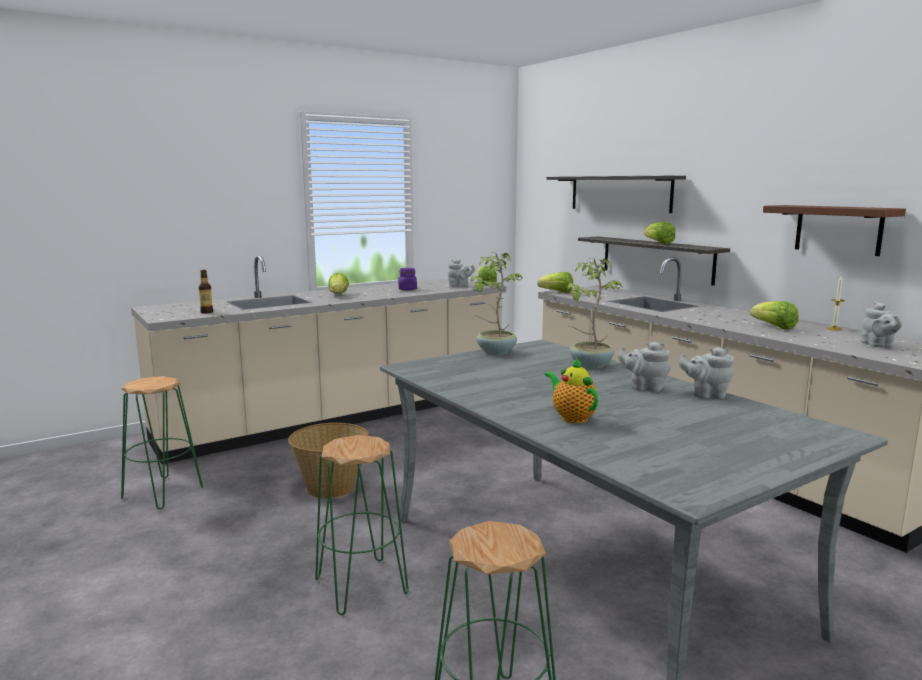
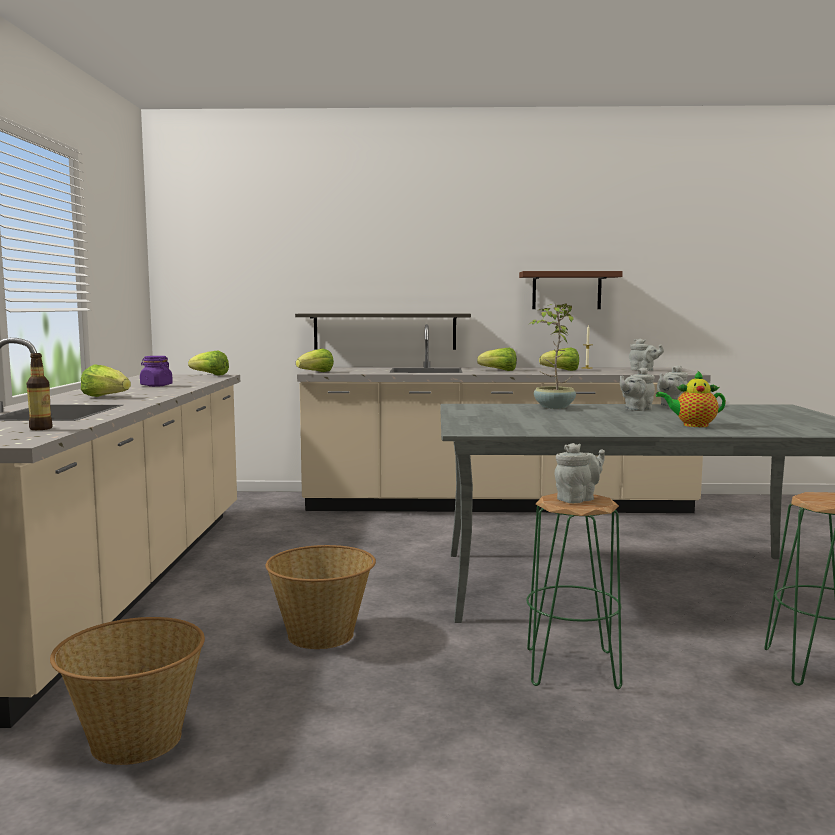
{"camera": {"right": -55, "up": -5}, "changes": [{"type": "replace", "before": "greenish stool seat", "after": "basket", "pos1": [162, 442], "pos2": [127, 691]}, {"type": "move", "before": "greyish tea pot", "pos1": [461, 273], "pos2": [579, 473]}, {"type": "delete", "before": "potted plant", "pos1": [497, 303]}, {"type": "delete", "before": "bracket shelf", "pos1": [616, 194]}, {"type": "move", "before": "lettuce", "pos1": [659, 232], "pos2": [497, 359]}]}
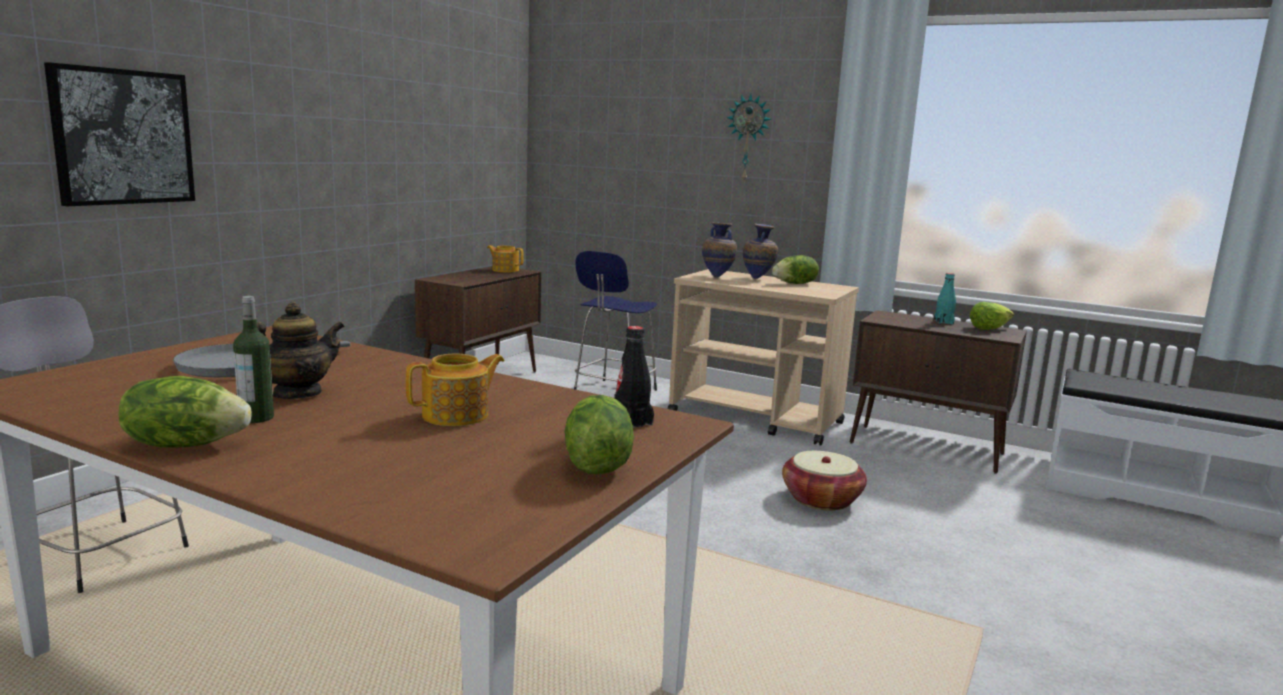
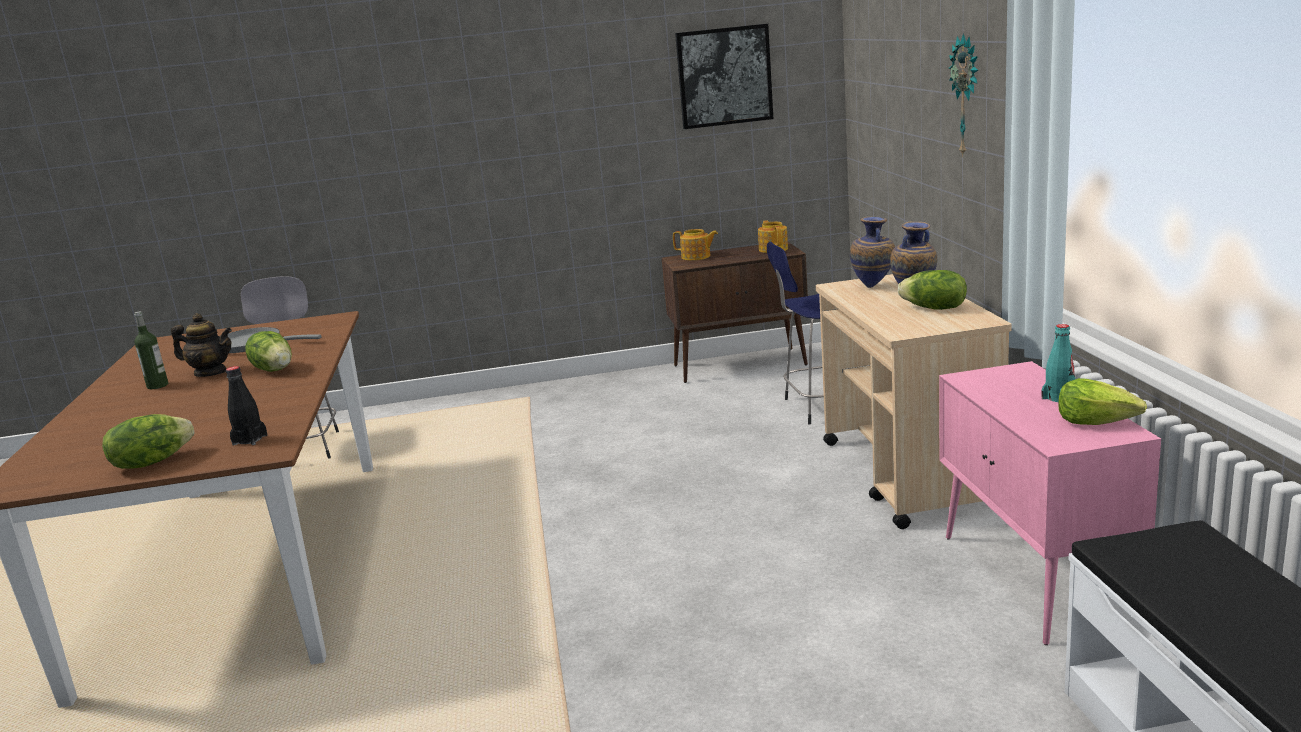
{"camera": {"right": 55, "up": 5}, "changes": [{"type": "move", "before": "picture", "pos1": [119, 134], "pos2": [724, 76]}, {"type": "move", "before": "lettuce", "pos1": [185, 412], "pos2": [269, 351]}, {"type": "move", "before": "tea pot", "pos1": [455, 389], "pos2": [695, 244]}, {"type": "delete", "before": "basket", "pos1": [824, 481]}, {"type": "recolor", "before": "brown cupboard", "after": "pinkish cupboard", "pos1": [938, 392], "pos2": [1050, 503]}]}
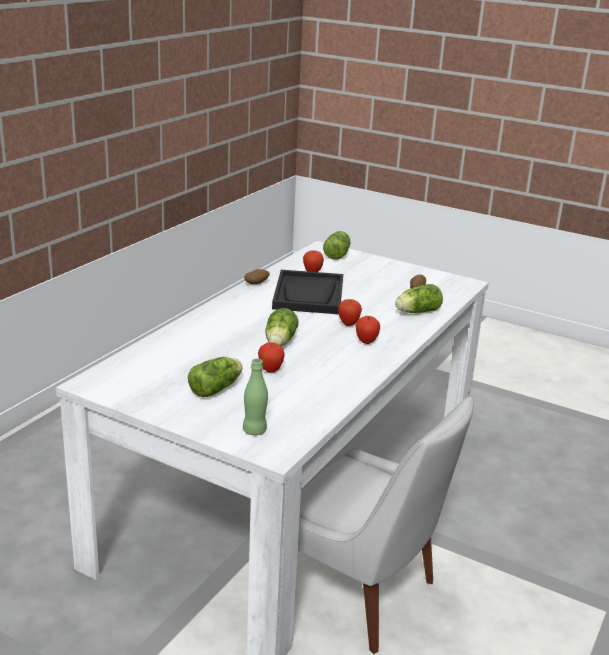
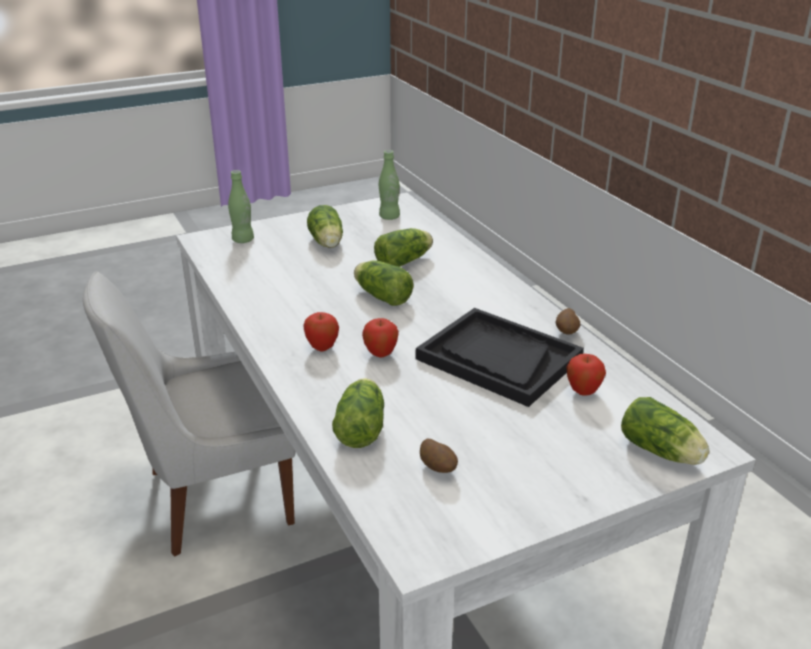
{"camera": {"right": 125, "up": 5}, "changes": [{"type": "delete", "before": "whole apple", "pos1": [271, 357]}, {"type": "insert", "after": "lettuce", "pos2": [403, 247]}, {"type": "insert", "after": "greenish beverage bottle", "pos2": [389, 185]}]}
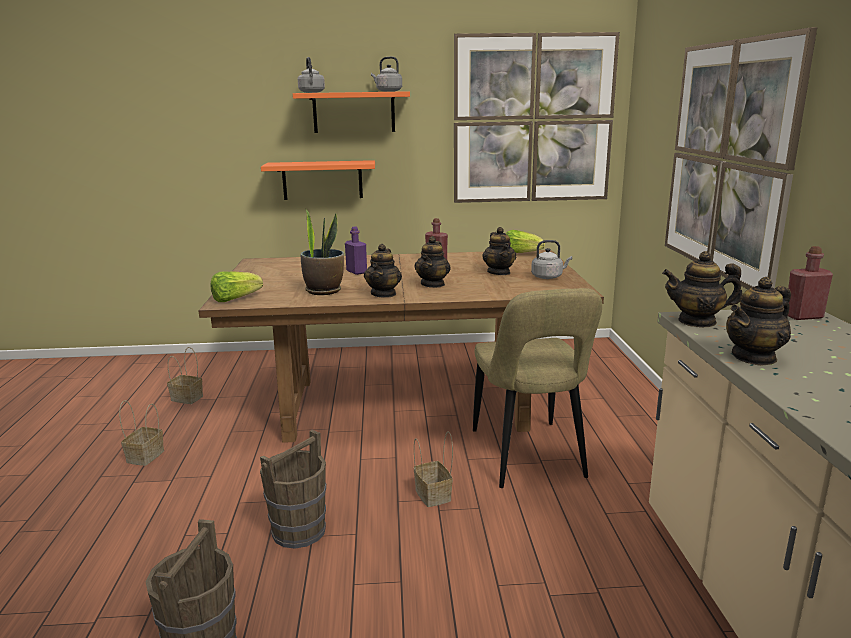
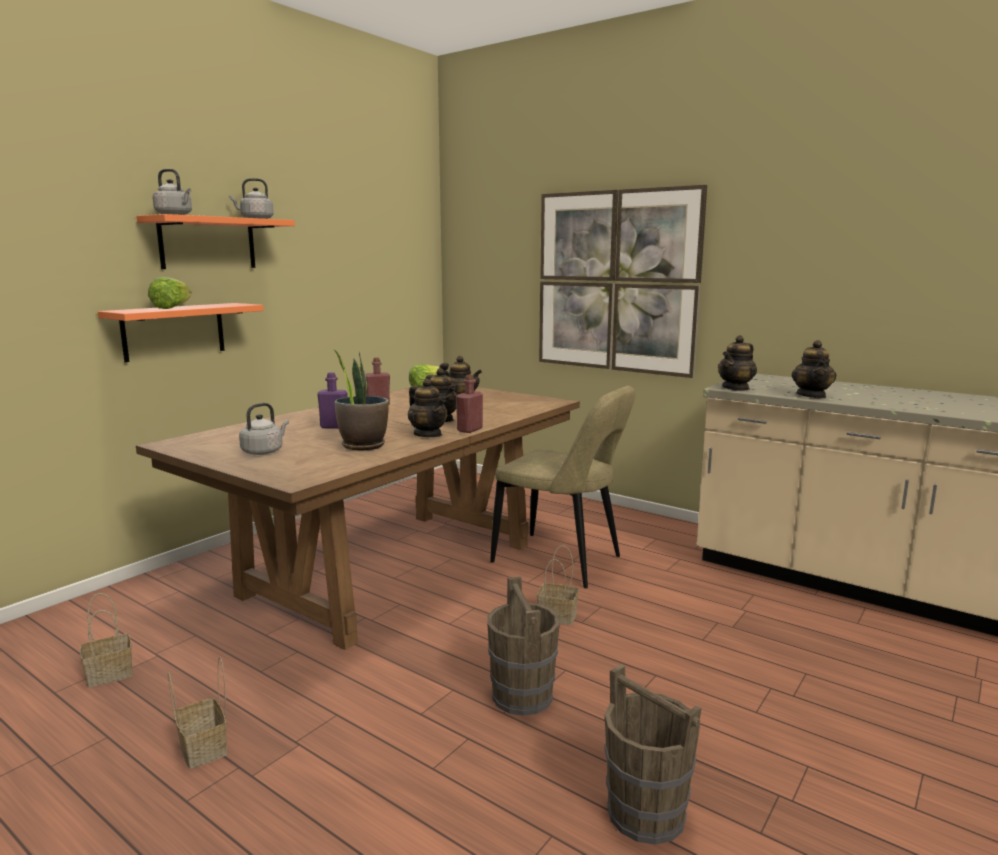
{"camera": {"right": -50, "up": -5}, "changes": [{"type": "move", "before": "lettuce", "pos1": [237, 286], "pos2": [169, 293]}, {"type": "delete", "before": "picture", "pos1": [537, 117]}, {"type": "move", "before": "greyish kettle", "pos1": [551, 259], "pos2": [264, 429]}, {"type": "move", "before": "red-coloured beverage bottle", "pos1": [810, 283], "pos2": [469, 403]}]}
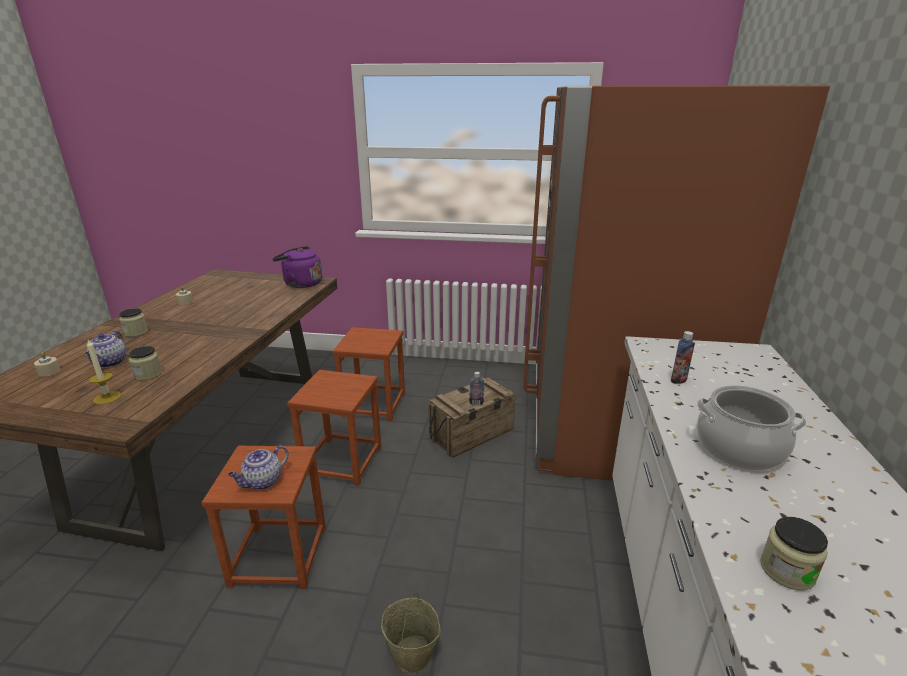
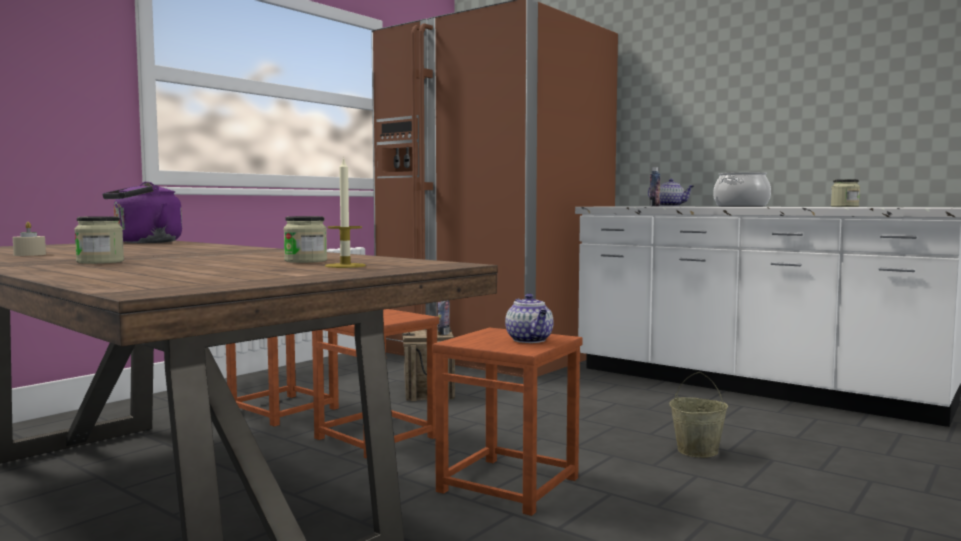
{"camera": {"right": -60, "up": -20}, "changes": [{"type": "delete", "before": "beige candle", "pos1": [47, 364]}, {"type": "move", "before": "tea pot", "pos1": [105, 349], "pos2": [671, 192]}]}
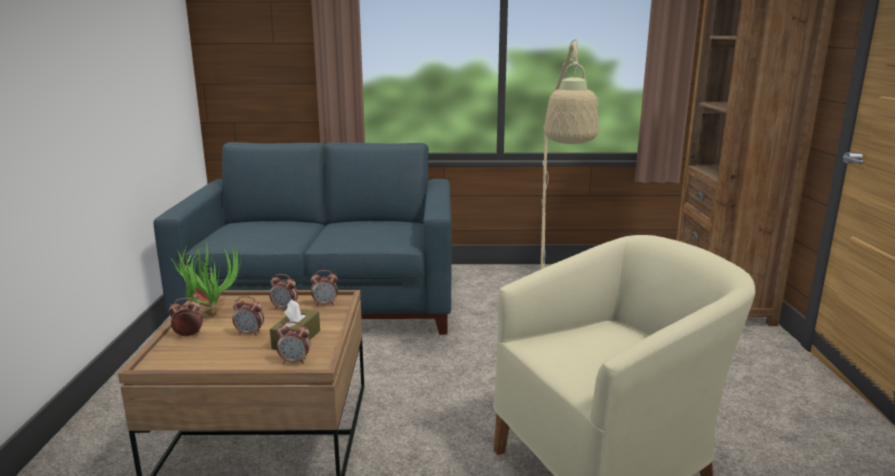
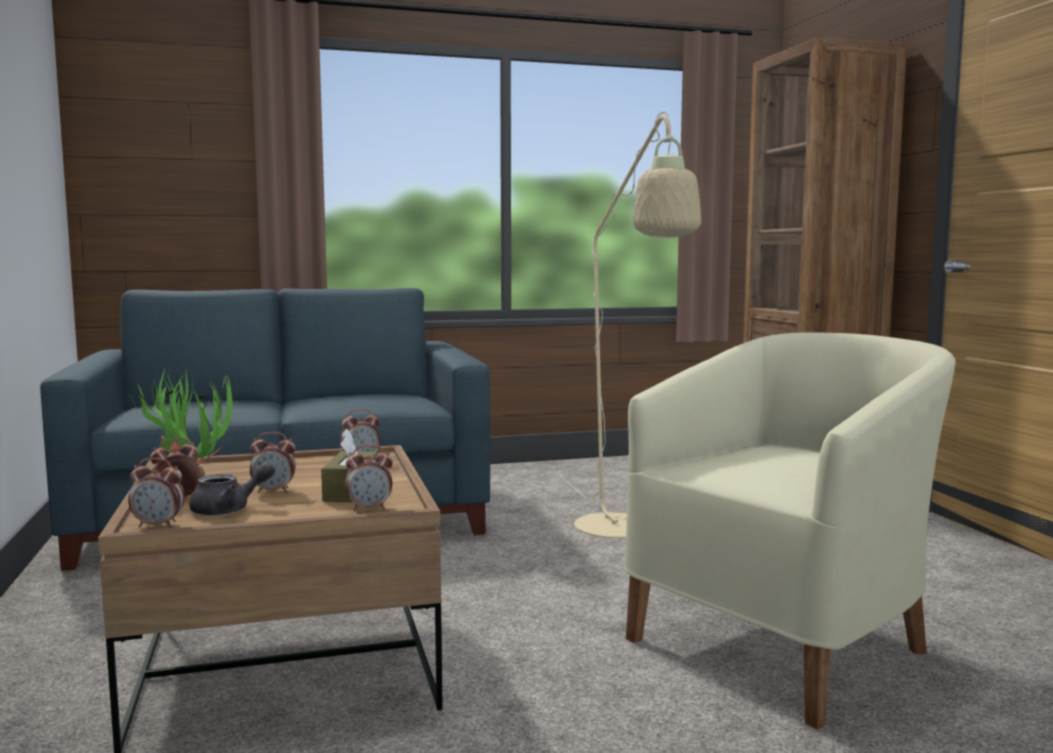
{"camera": {"right": -15, "up": -10}, "changes": [{"type": "move", "before": "table clock", "pos1": [283, 291], "pos2": [156, 493]}, {"type": "insert", "after": "greyish tea pot", "pos2": [232, 489]}]}
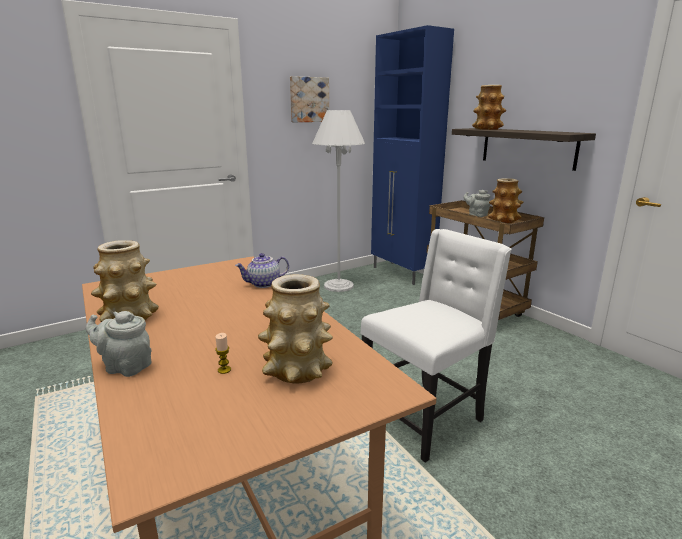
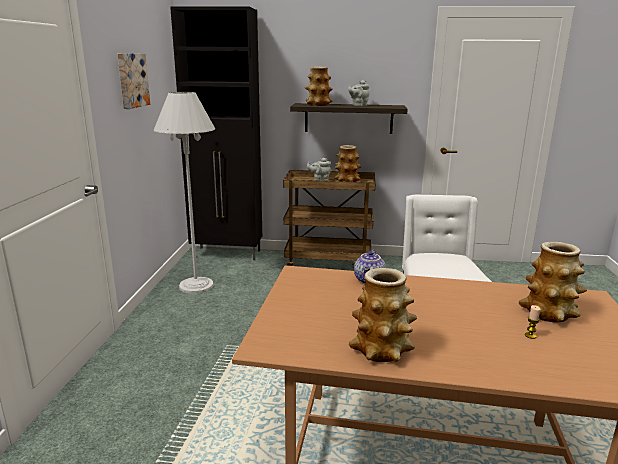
{"camera": {"right": -50, "up": 0}, "changes": [{"type": "move", "before": "greyish tea pot", "pos1": [118, 344], "pos2": [358, 93]}, {"type": "recolor", "before": "blue-coloured cupboard", "after": "black cupboard", "pos1": [412, 155], "pos2": [216, 134]}]}
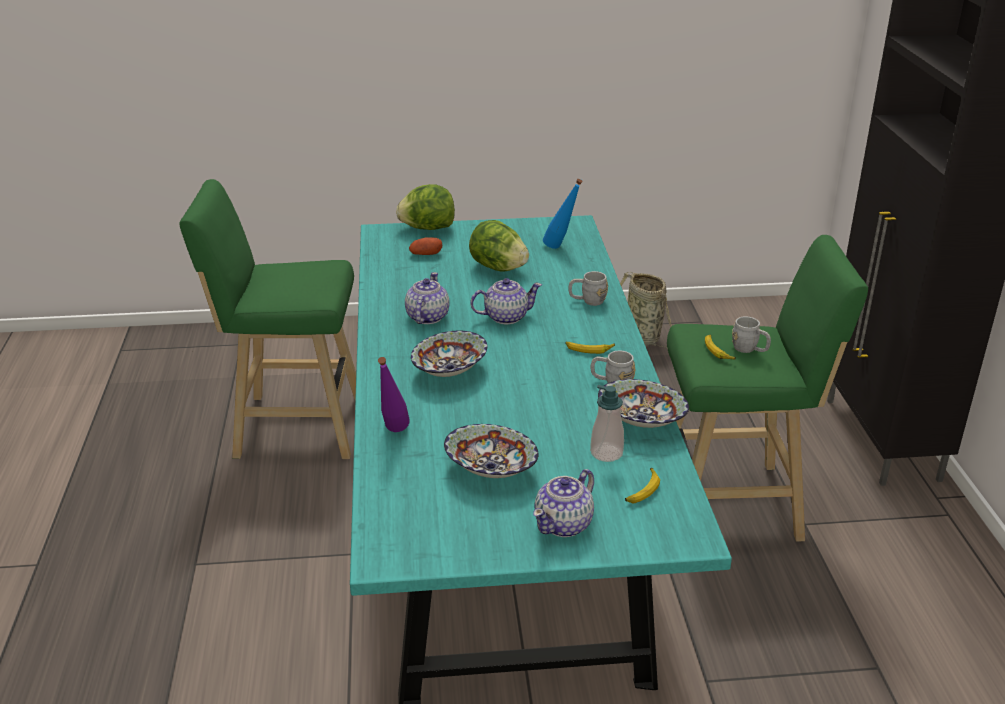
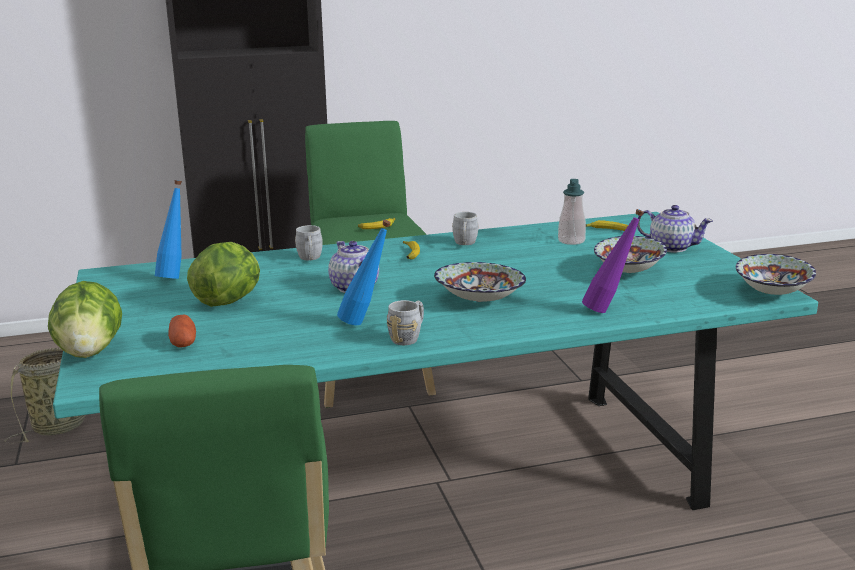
{"camera": {"right": -100, "up": -10}, "changes": [{"type": "replace", "before": "tea pot", "after": "blue-coloured beverage bottle", "pos1": [427, 298], "pos2": [364, 272]}, {"type": "move", "before": "deep dish", "pos1": [643, 403], "pos2": [776, 274]}, {"type": "move", "before": "greyish mug", "pos1": [751, 334], "pos2": [405, 322]}]}
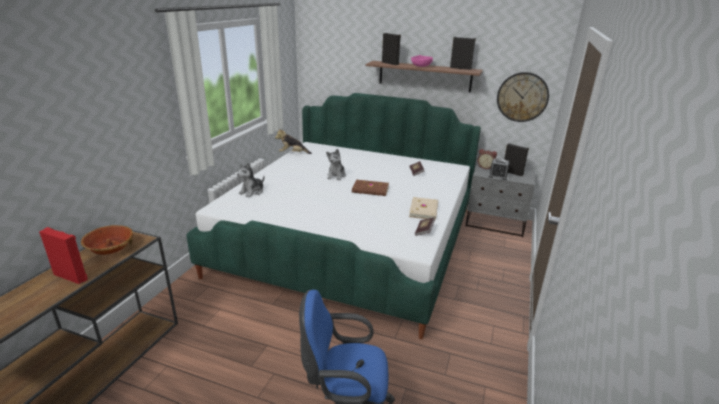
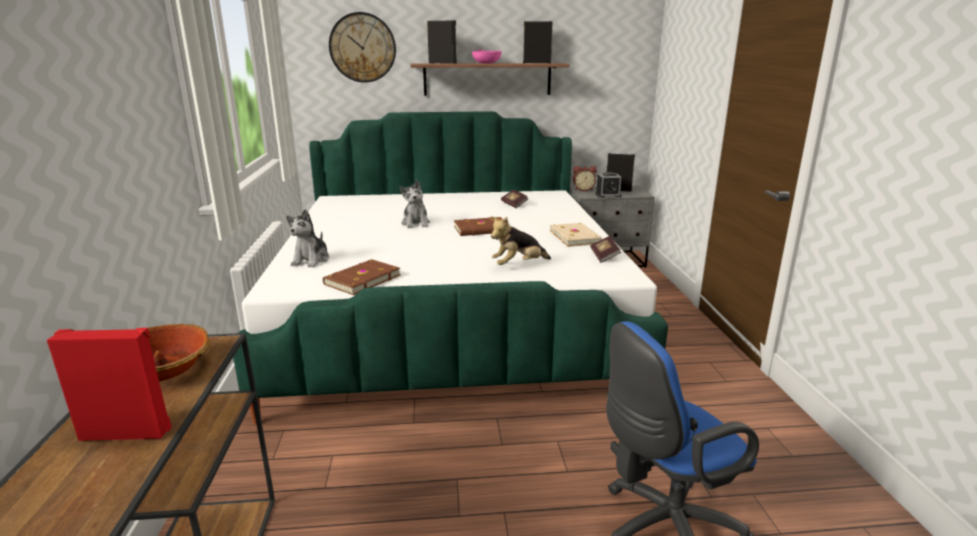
{"camera": {"right": -25, "up": -5}, "changes": [{"type": "move", "before": "plush toy", "pos1": [293, 141], "pos2": [521, 240]}, {"type": "move", "before": "wall clock", "pos1": [523, 97], "pos2": [362, 47]}, {"type": "insert", "after": "brown volume", "pos2": [362, 277]}]}
